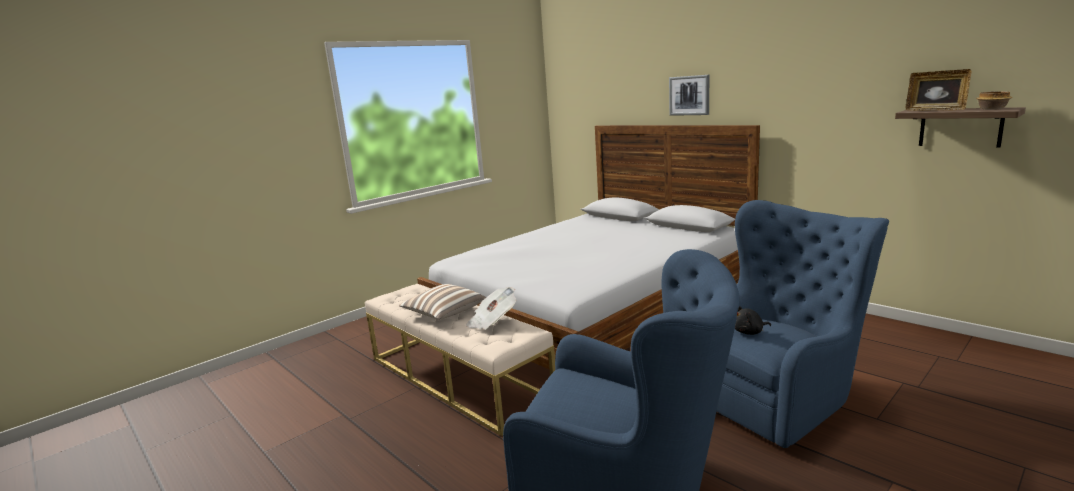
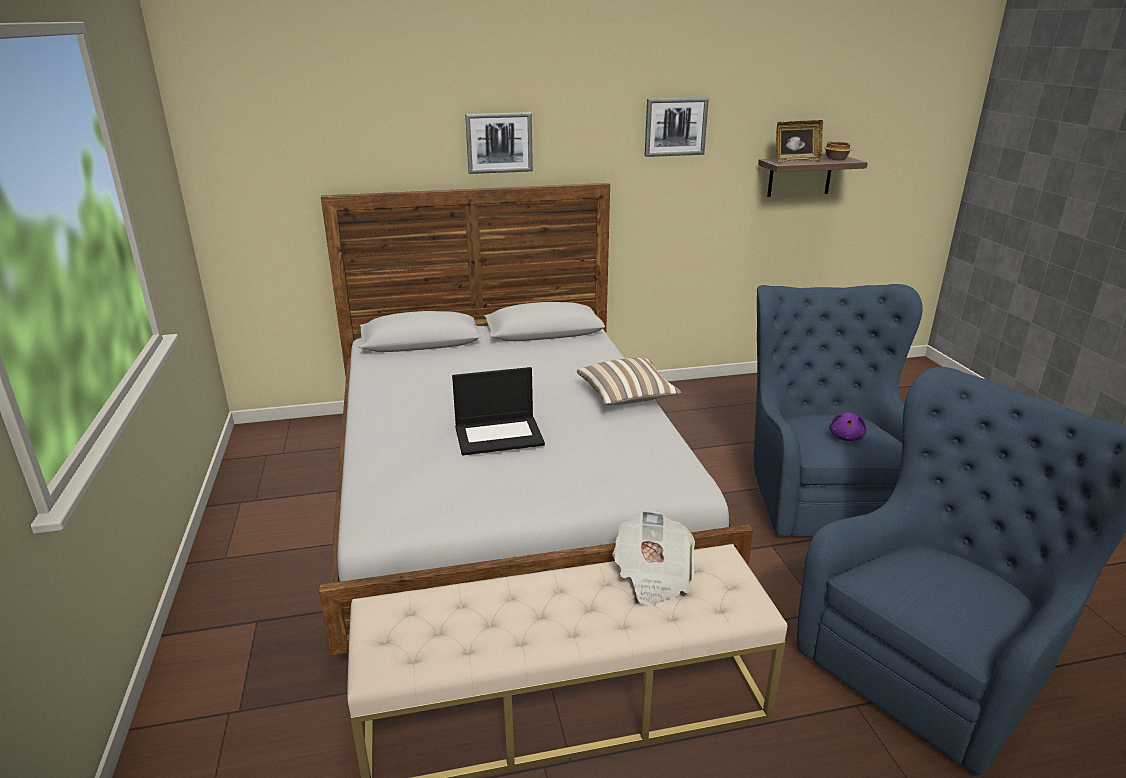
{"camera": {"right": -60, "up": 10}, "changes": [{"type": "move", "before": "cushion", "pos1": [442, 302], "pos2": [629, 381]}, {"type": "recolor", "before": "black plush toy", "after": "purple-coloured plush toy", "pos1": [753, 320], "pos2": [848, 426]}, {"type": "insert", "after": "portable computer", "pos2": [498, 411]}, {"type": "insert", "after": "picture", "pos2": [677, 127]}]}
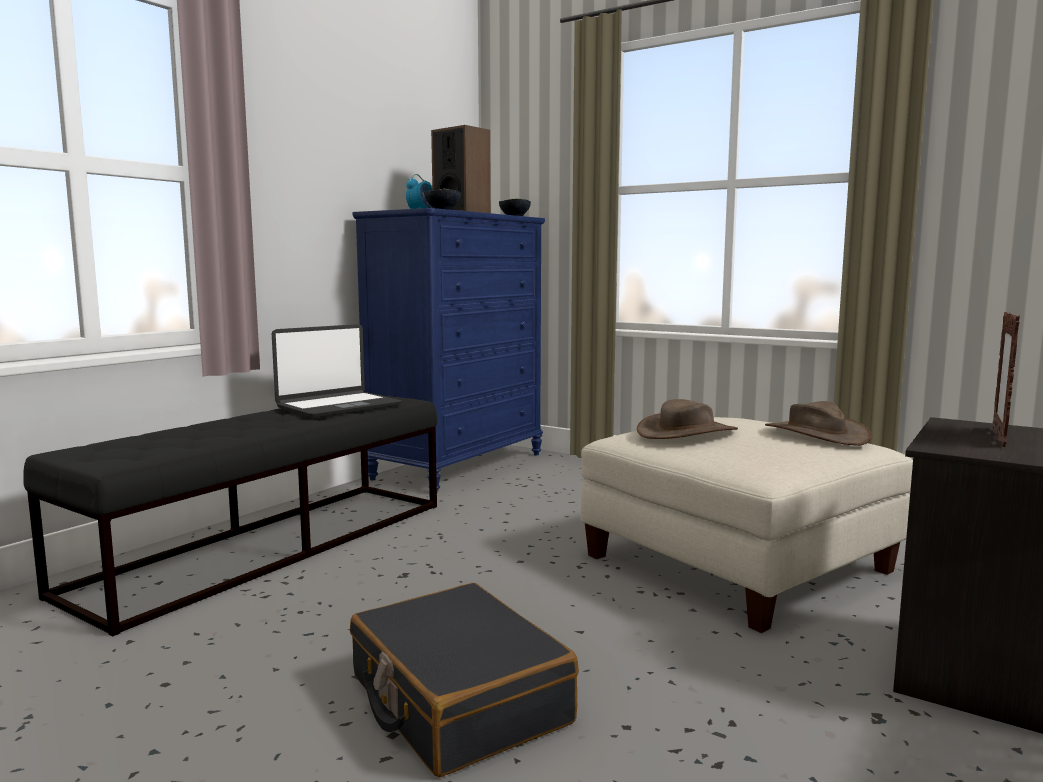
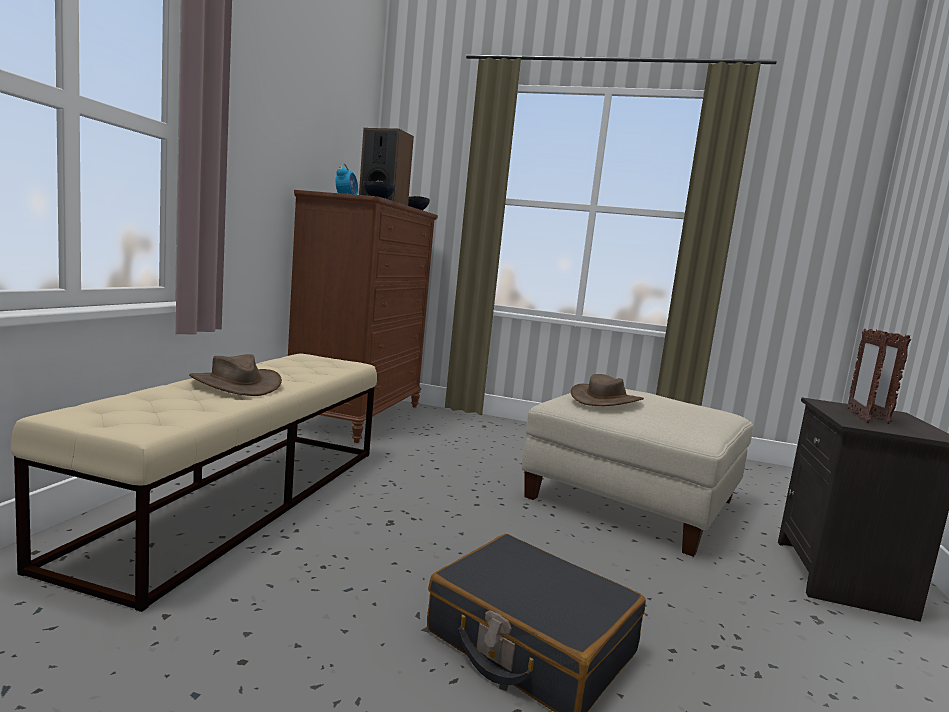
{"camera": {"right": -20, "up": 0}, "changes": [{"type": "recolor", "before": "black bench", "after": "beige bench", "pos1": [230, 514], "pos2": [194, 483]}, {"type": "delete", "before": "portable computer", "pos1": [337, 371]}, {"type": "recolor", "before": "blue-coloured dresser", "after": "brown dresser", "pos1": [449, 349], "pos2": [363, 316]}, {"type": "move", "before": "brown hat", "pos1": [818, 423], "pos2": [235, 375]}, {"type": "insert", "after": "photo frame", "pos2": [868, 376]}]}
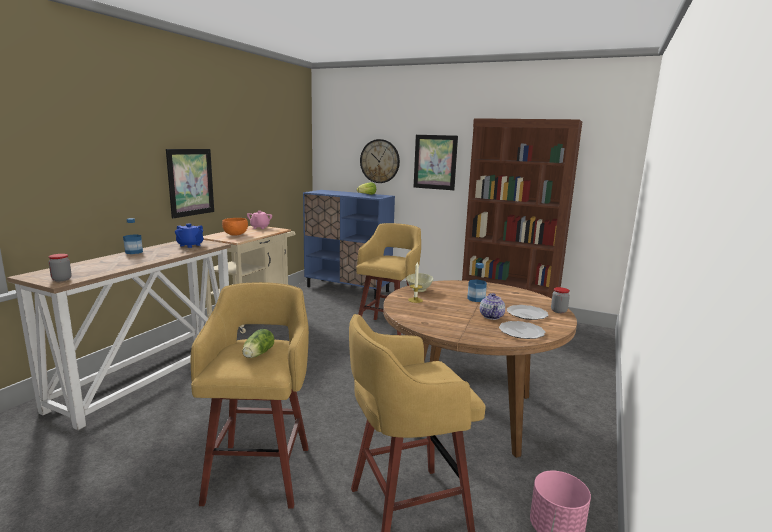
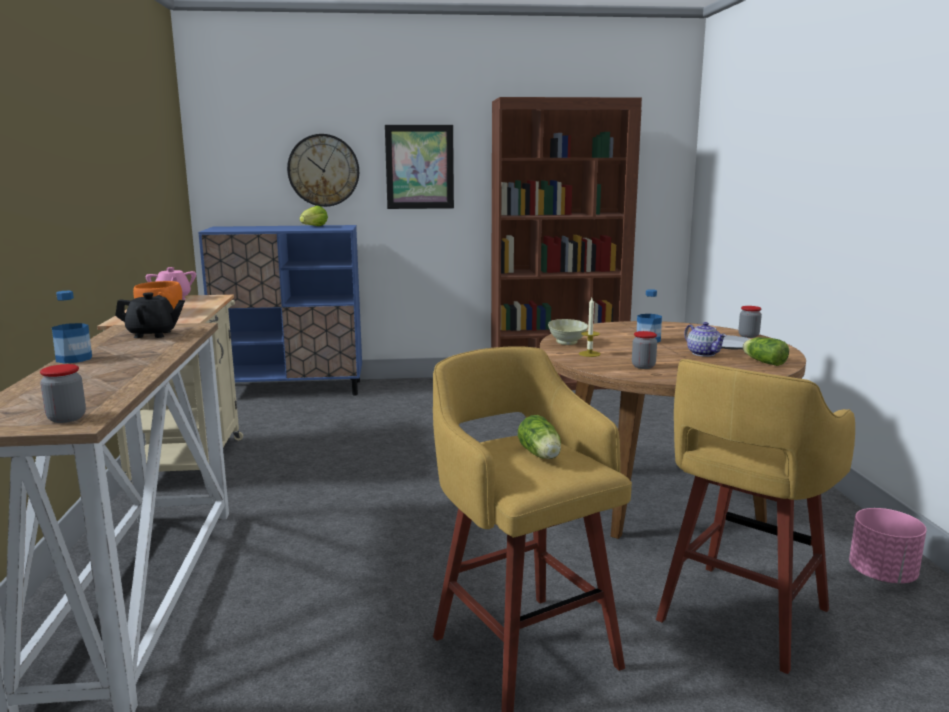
{"camera": {"right": -30, "up": 0}, "changes": [{"type": "delete", "before": "picture", "pos1": [190, 183]}, {"type": "recolor", "before": "blue-coloured tea pot", "after": "black tea pot", "pos1": [189, 236], "pos2": [150, 315]}, {"type": "delete", "before": "yellow stool seat", "pos1": [388, 279]}, {"type": "replace", "before": "dinner plate", "after": "lettuce", "pos1": [522, 330], "pos2": [765, 351]}, {"type": "insert", "after": "preserve jar", "pos2": [644, 350]}]}
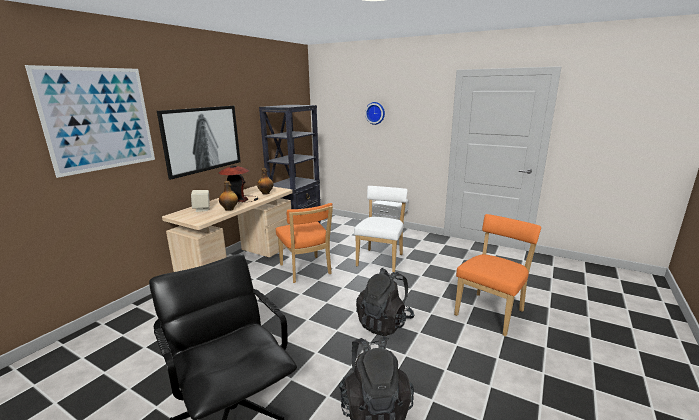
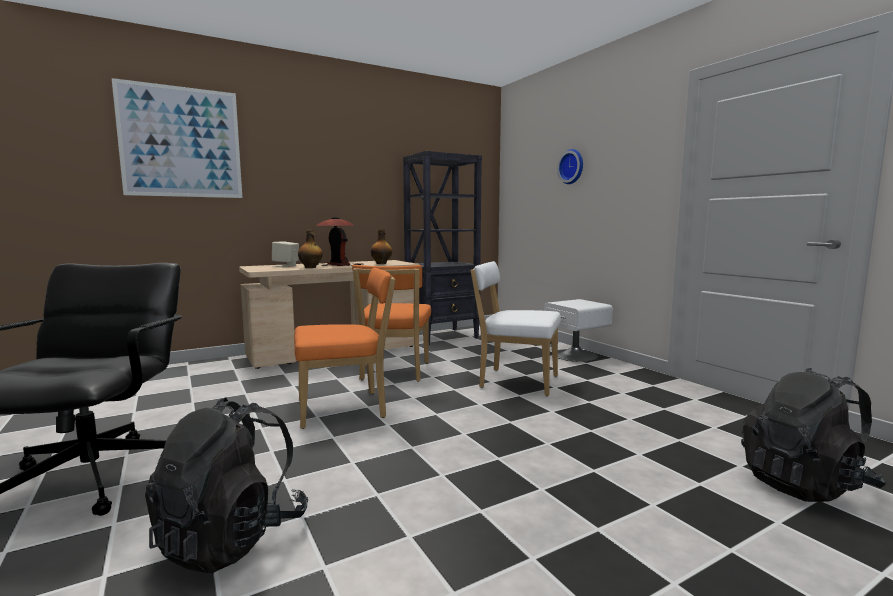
{"camera": {"right": 30, "up": -10}, "changes": [{"type": "delete", "before": "picture", "pos1": [199, 143]}, {"type": "rotate", "before": "white-coloured chair", "pos1": [381, 229], "pos2": [516, 328], "turn": -120}, {"type": "move", "before": "black rucksack", "pos1": [385, 302], "pos2": [814, 435]}, {"type": "move", "before": "orange-coloured chair", "pos1": [497, 275], "pos2": [345, 348]}]}
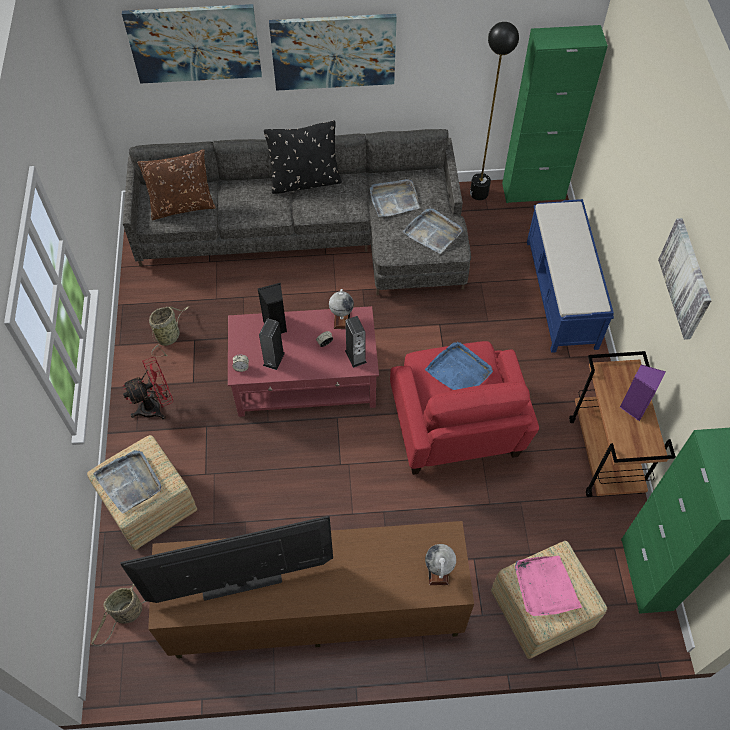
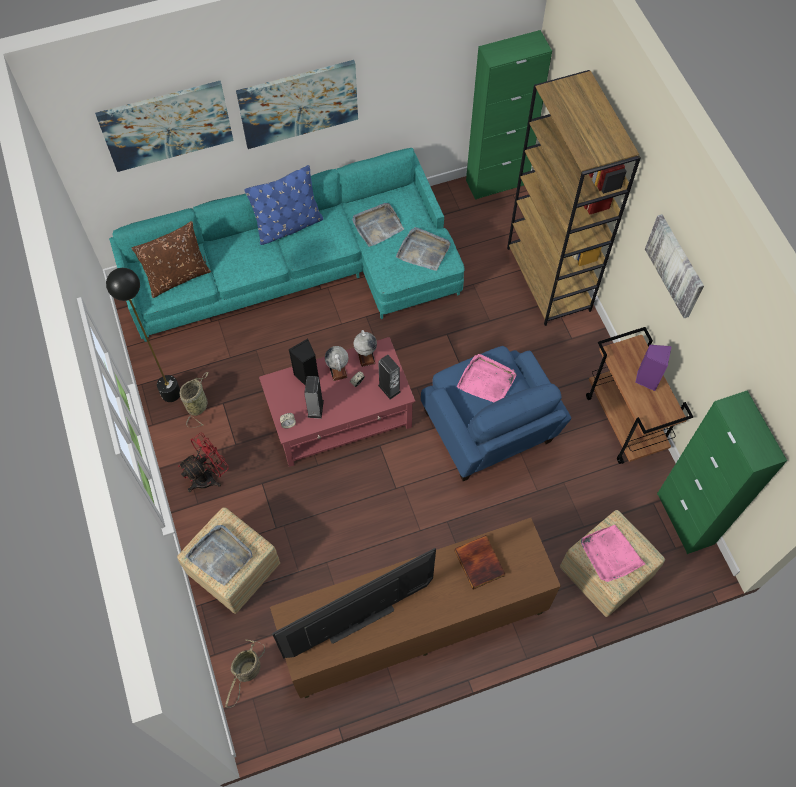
{"camera": {"right": -15, "up": 5}, "changes": [{"type": "recolor", "before": "greyish sofa", "after": "turquoise-coloured sofa", "pos1": [297, 212], "pos2": [287, 245]}, {"type": "recolor", "before": "black cushion", "after": "blue-coloured cushion", "pos1": [303, 157], "pos2": [284, 205]}, {"type": "recolor", "before": "red-coloured lounge chair", "after": "blue-coloured lounge chair", "pos1": [464, 408], "pos2": [496, 413]}, {"type": "recolor", "before": "blue-coloured tray", "after": "pinkish tray", "pos1": [459, 366], "pos2": [487, 378]}, {"type": "move", "before": "globe", "pos1": [440, 564], "pos2": [336, 363]}, {"type": "move", "before": "black standard lamp", "pos1": [494, 111], "pos2": [143, 335]}, {"type": "replace", "before": "blue-coloured bench", "after": "brown bookshelf", "pos1": [570, 276], "pos2": [574, 198]}, {"type": "insert", "after": "volume", "pos2": [480, 562]}]}
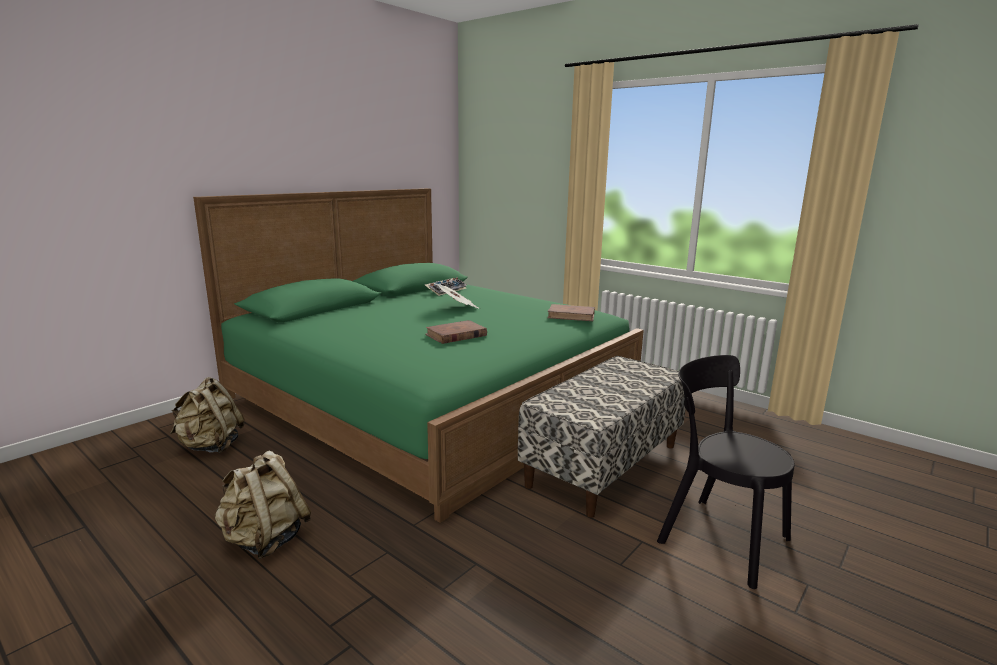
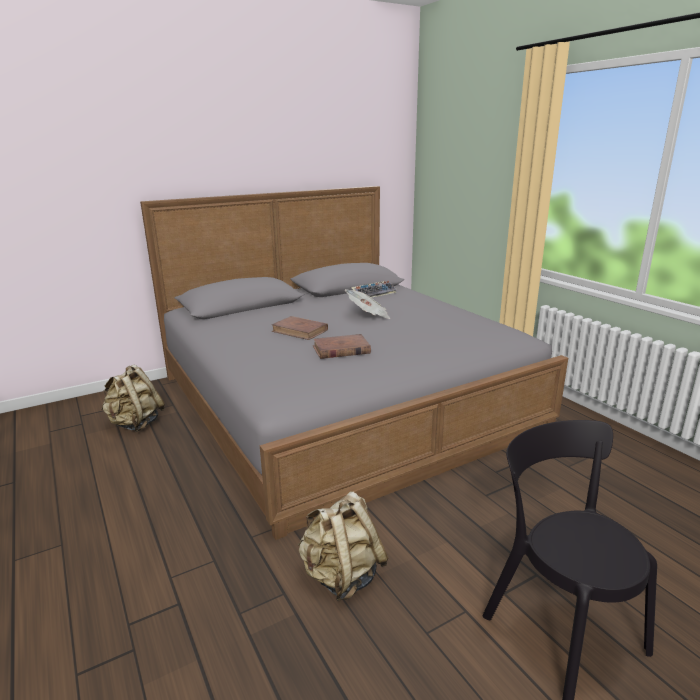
{"camera": {"right": 20, "up": 5}, "changes": [{"type": "recolor", "before": "greenish sleeping bed", "after": "greyish sleeping bed", "pos1": [418, 355], "pos2": [354, 363]}, {"type": "move", "before": "beige rucksack", "pos1": [263, 504], "pos2": [343, 546]}, {"type": "delete", "before": "bench", "pos1": [602, 437]}, {"type": "move", "before": "brown volume", "pos1": [571, 312], "pos2": [300, 328]}]}
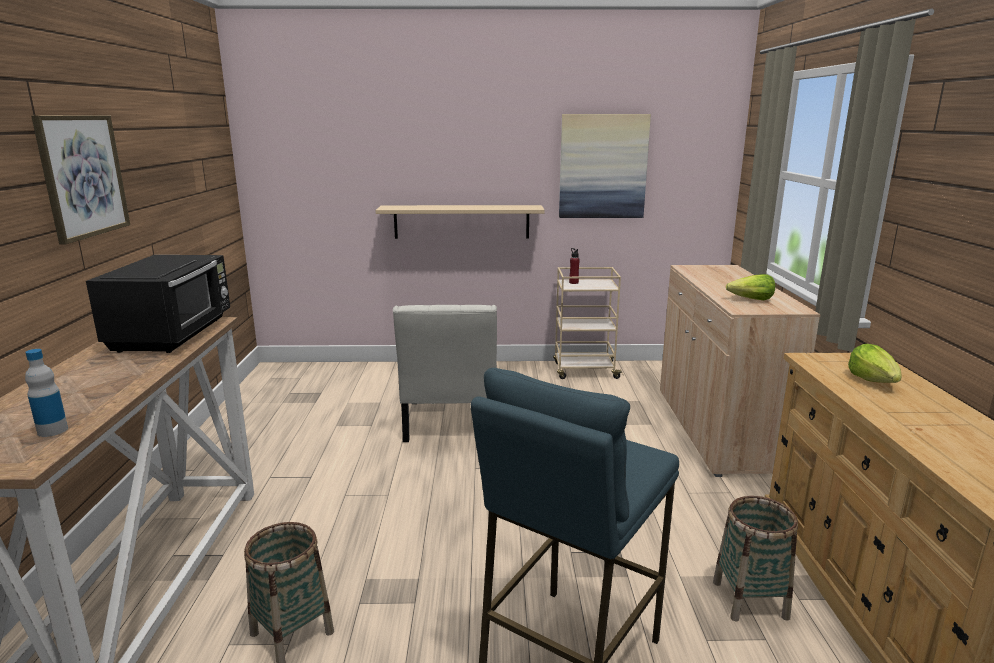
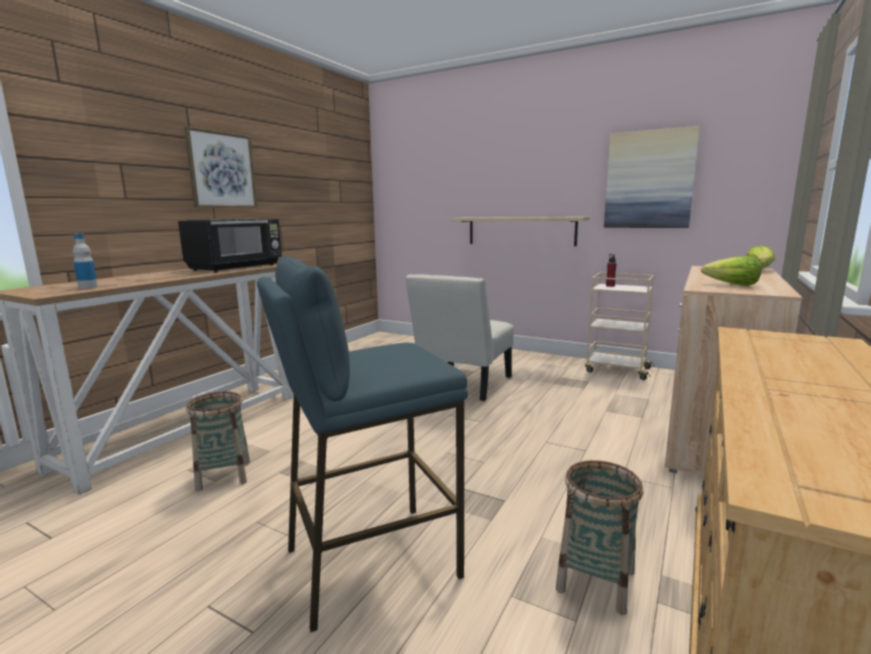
{"camera": {"right": 30, "up": -5}, "changes": [{"type": "move", "before": "lettuce", "pos1": [875, 363], "pos2": [760, 257]}]}
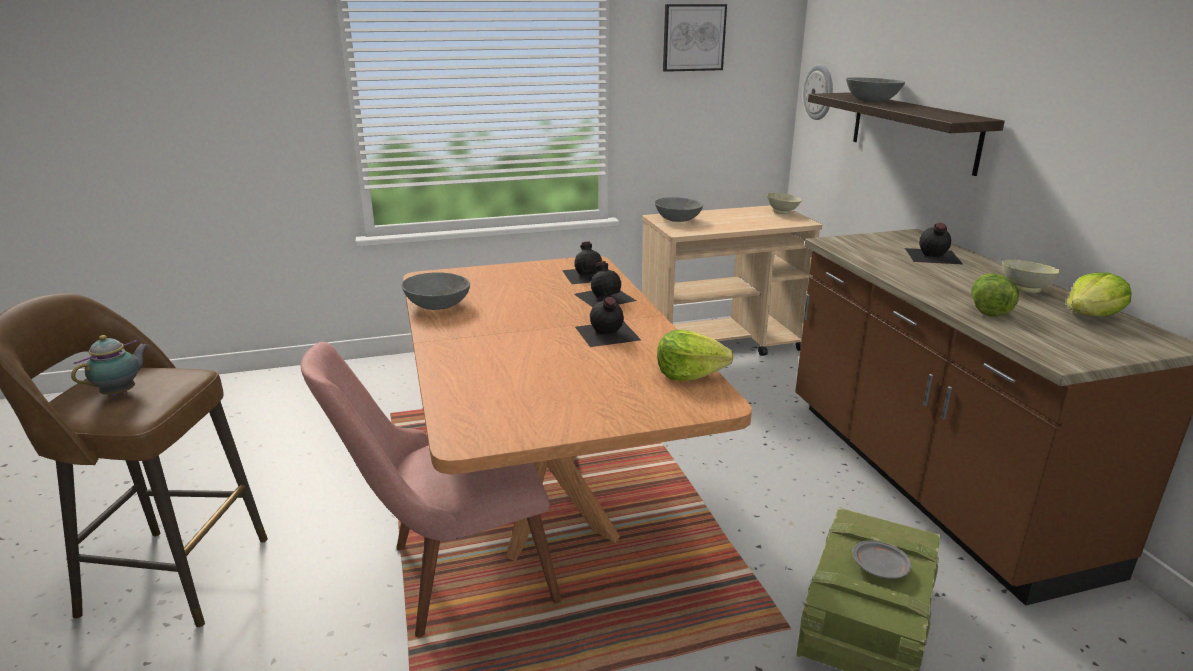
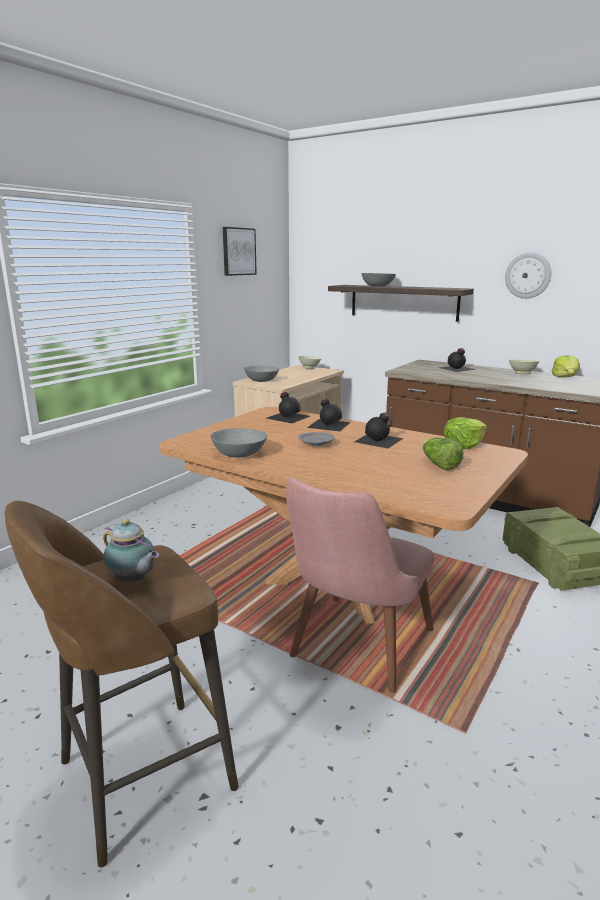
{"camera": {"right": -40, "up": -5}, "changes": [{"type": "rotate", "before": "tea pot", "pos1": [110, 365], "pos2": [131, 551], "turn": 135}, {"type": "move", "before": "wall clock", "pos1": [818, 92], "pos2": [528, 275]}, {"type": "move", "before": "greyish dinner plate", "pos1": [882, 559], "pos2": [317, 439]}, {"type": "move", "before": "lettuce", "pos1": [995, 295], "pos2": [442, 454]}]}
